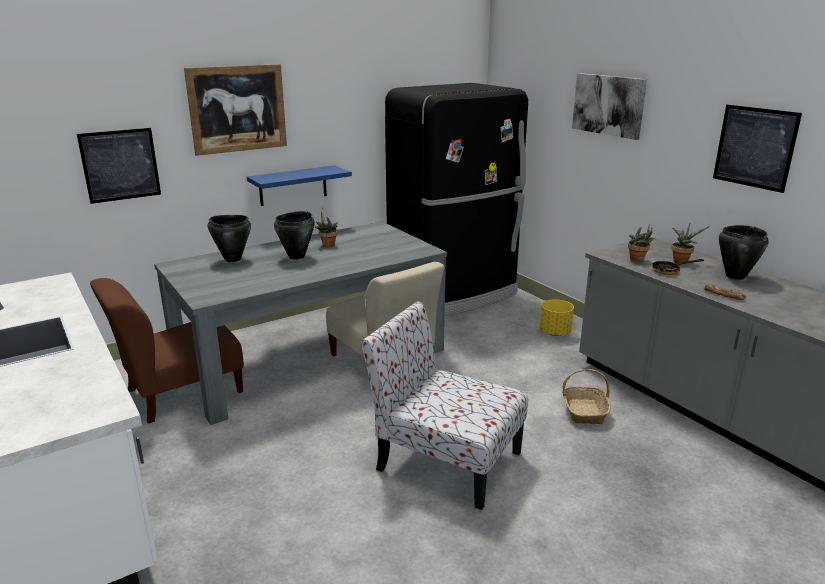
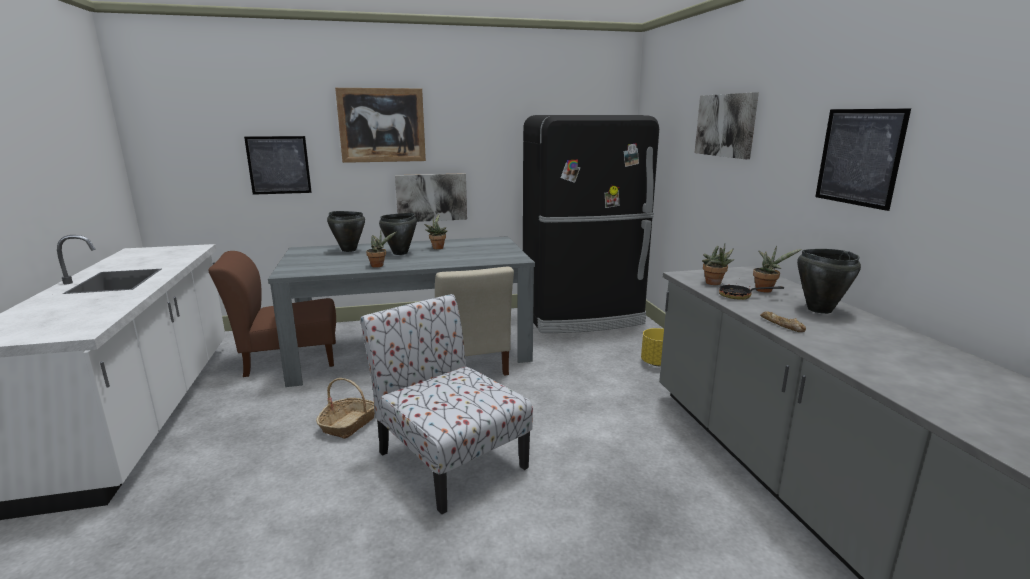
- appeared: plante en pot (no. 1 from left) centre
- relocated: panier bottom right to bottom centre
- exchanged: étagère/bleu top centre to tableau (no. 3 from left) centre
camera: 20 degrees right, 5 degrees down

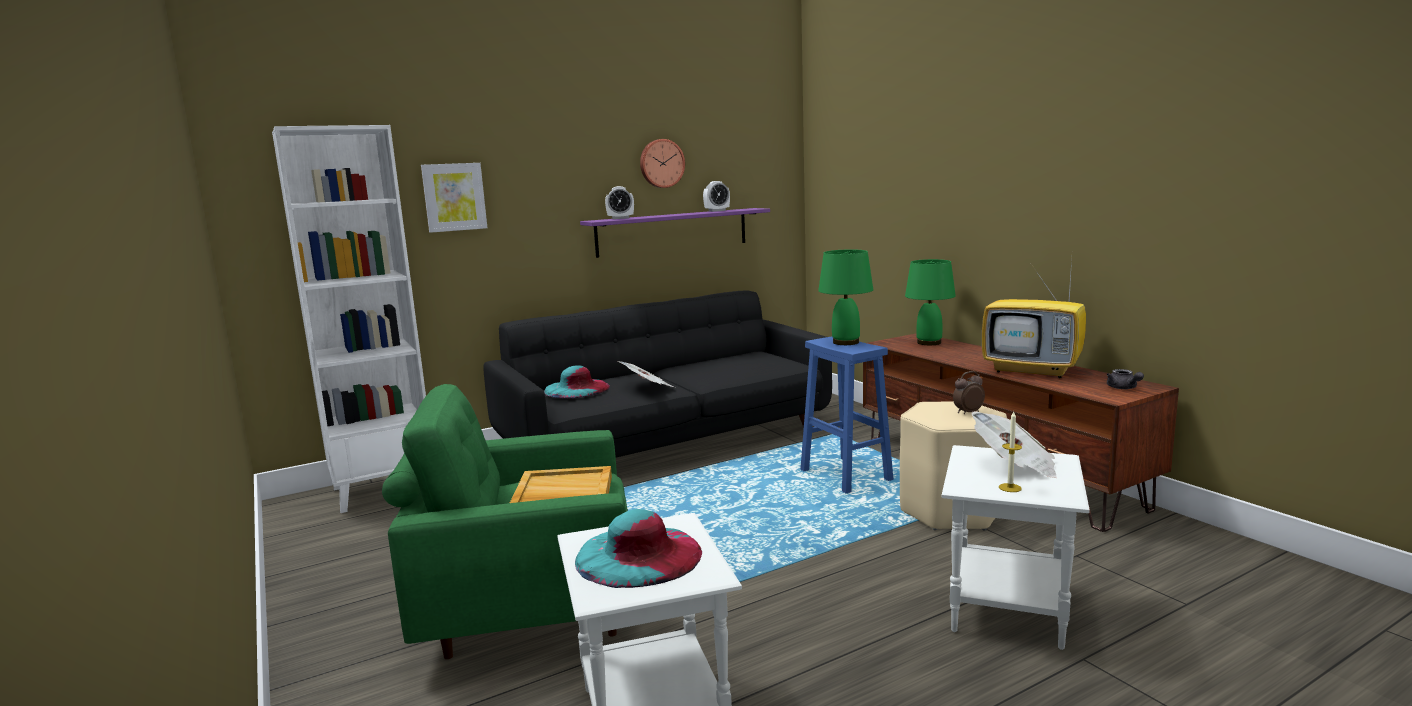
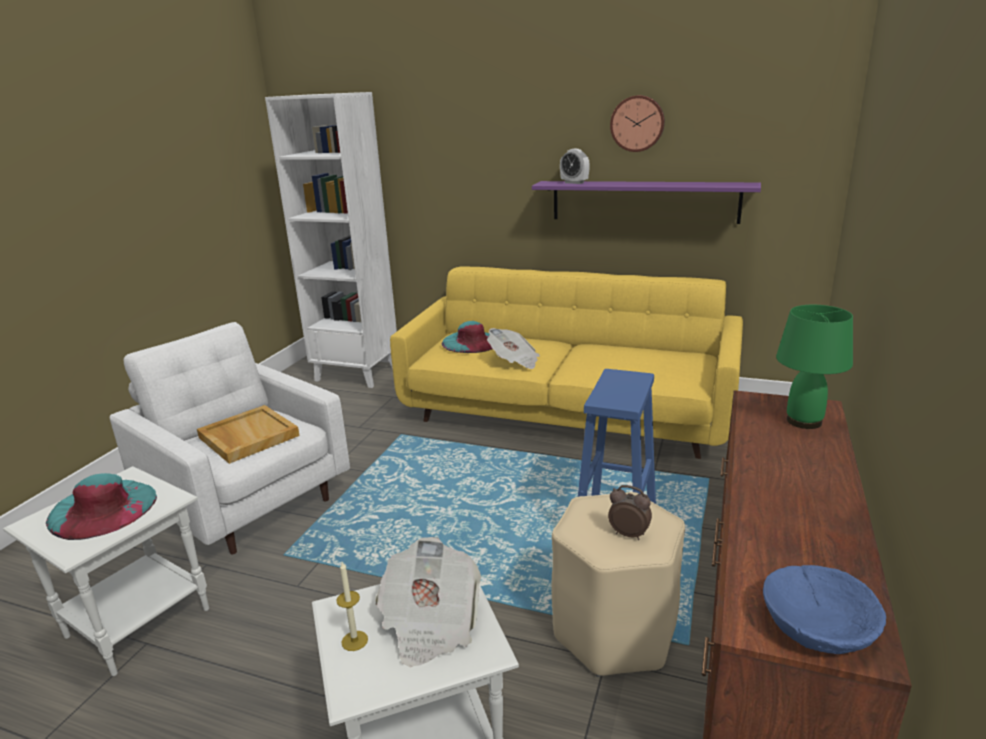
- missing: tableau top left
- missing: réveil (no. 2 from left) top centre
- missing: lampe de table/vert (no. 1 from left) centre
- missing: téléviseur middle right
- exchanged: théière/gris middle right to bol/bleu bottom right
- colour: fauteuil/vert bottom centre to fauteuil/blanc middle left
- colour: canapé/noir centre to canapé/jaune centre
camera: 50 degrees right, 10 degrees up

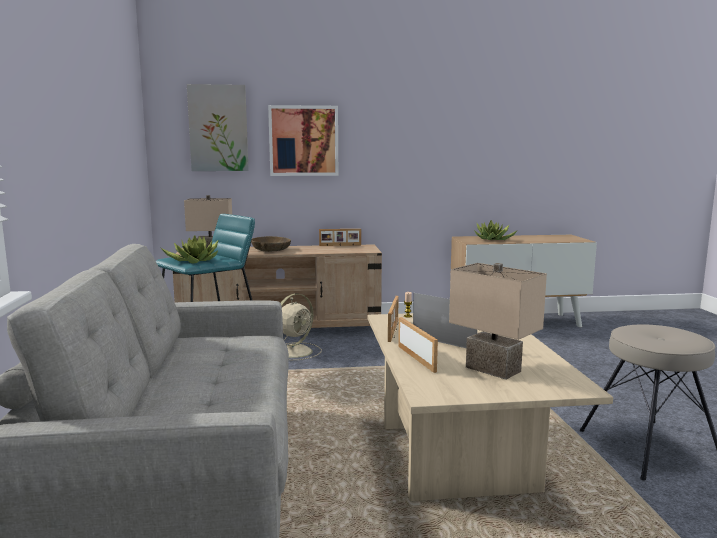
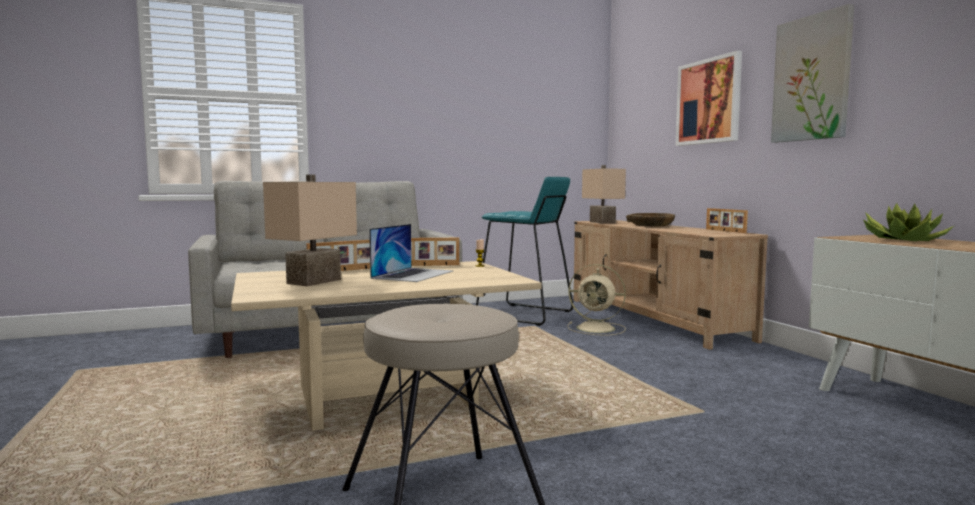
- missing: plante en pot (no. 1 from left) middle left
- relocated: tableau (no. 1 from left in the first image) top left to tableau (no. 2 from left) top right
camera: 75 degrees right, 5 degrees down

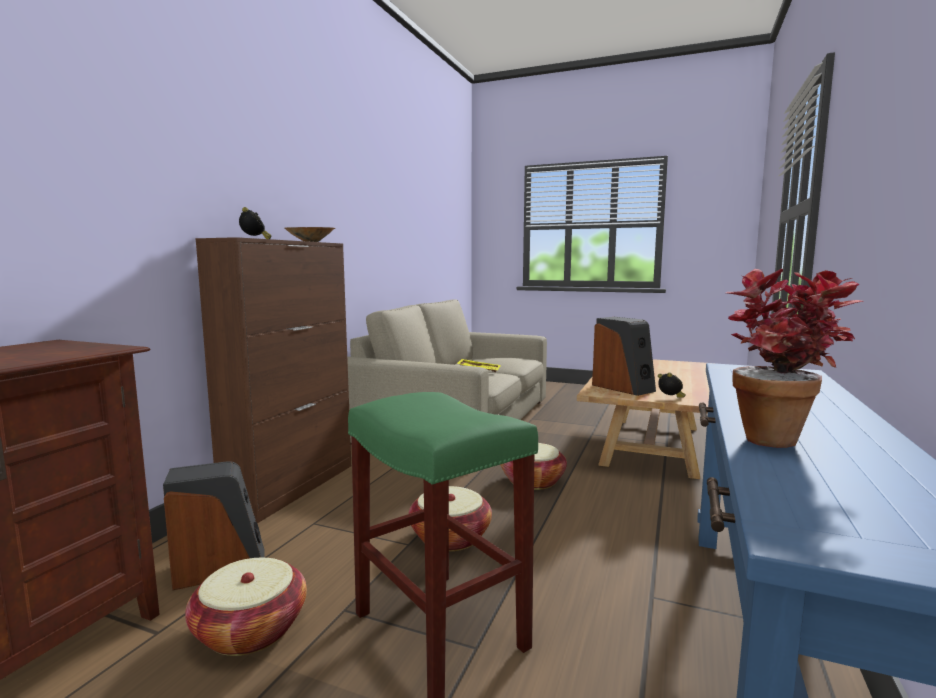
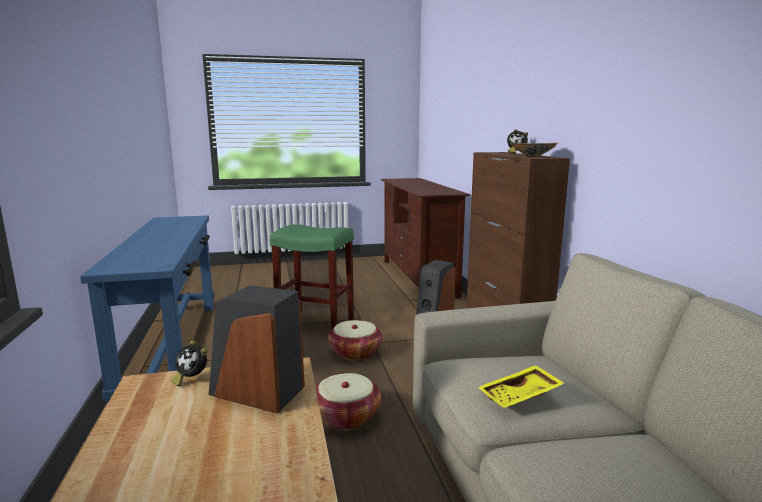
- missing: panier (no. 1 from left) bottom left
- missing: plante en pot middle right
camera: 145 degrees right, 5 degrees up

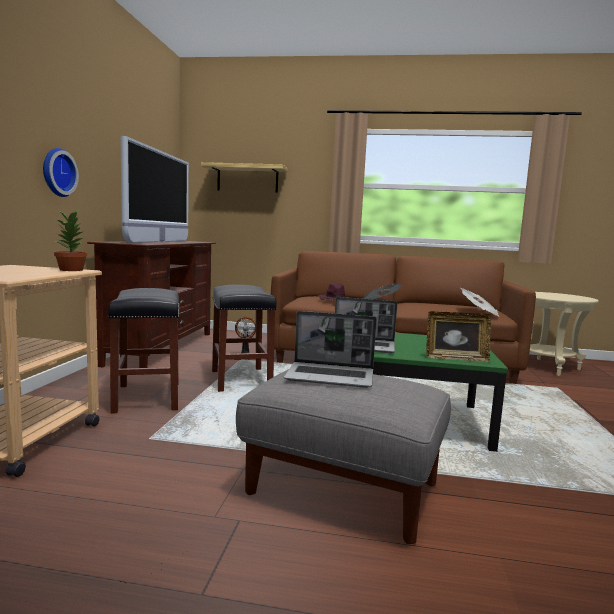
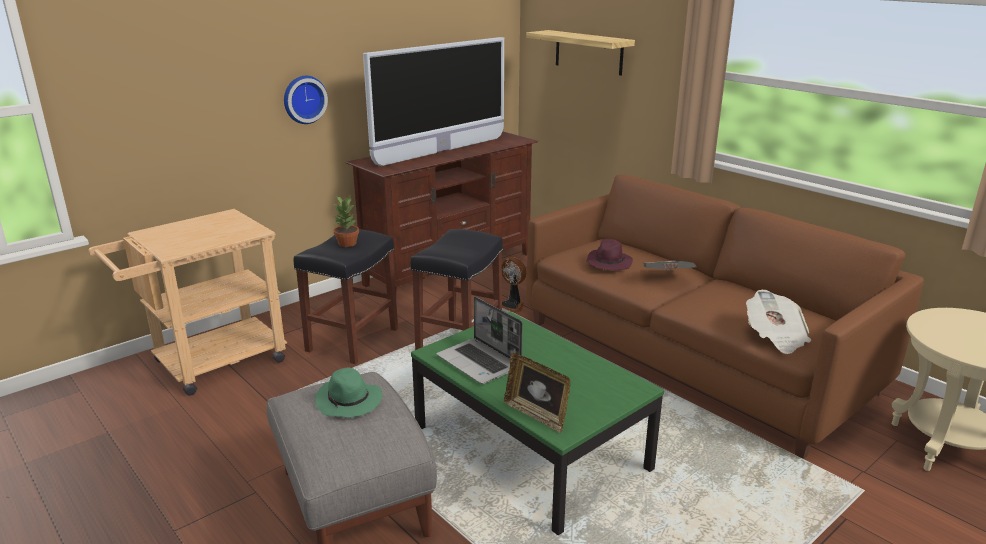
- relocated: plante en pot middle left to centre
- exchanged: ordinateur portable (no. 1 from left) centre to chapeau/vert bottom centre
camera: 40 degrees right, 15 degrees up

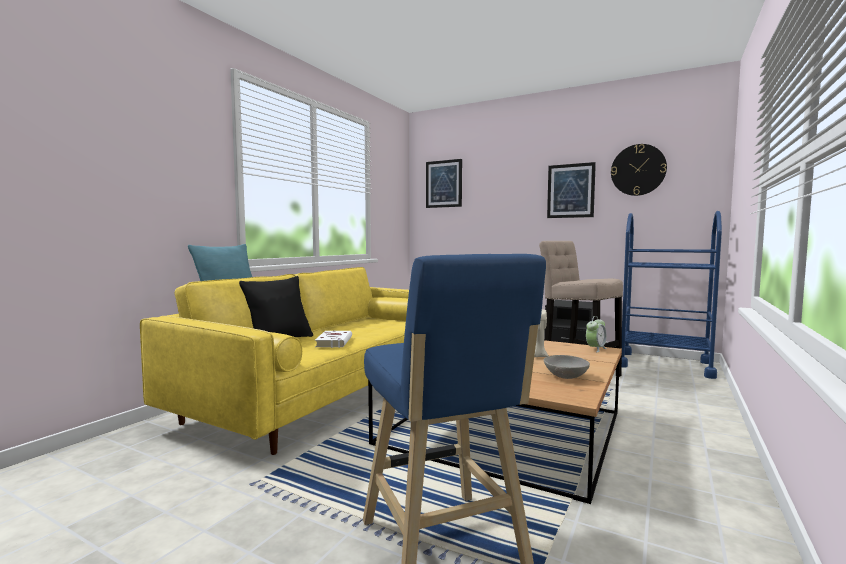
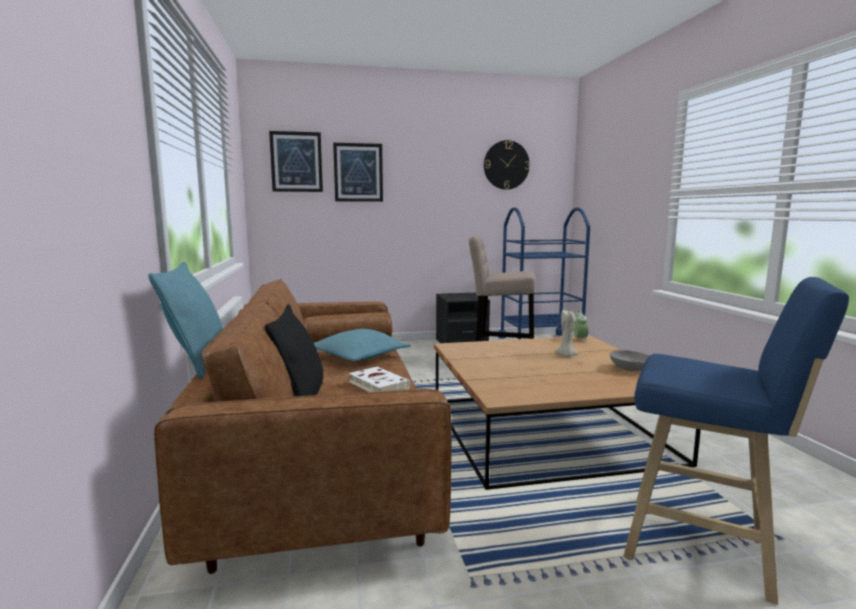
- appeared: coussin/turquoise (no. 2 from left) centre
- relocated: tableau (no. 2 from left) middle right to top centre
- colour: canapé/jaune middle left to canapé/marron bottom centre
camera: 40 degrees left, 5 degrees up

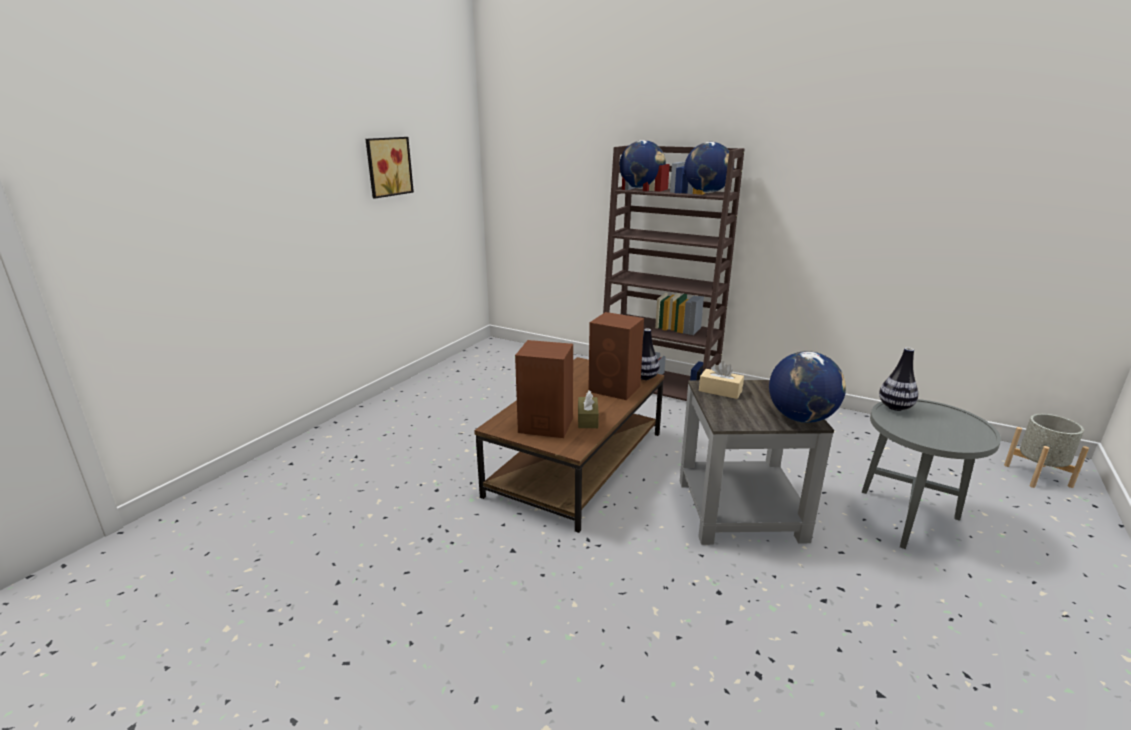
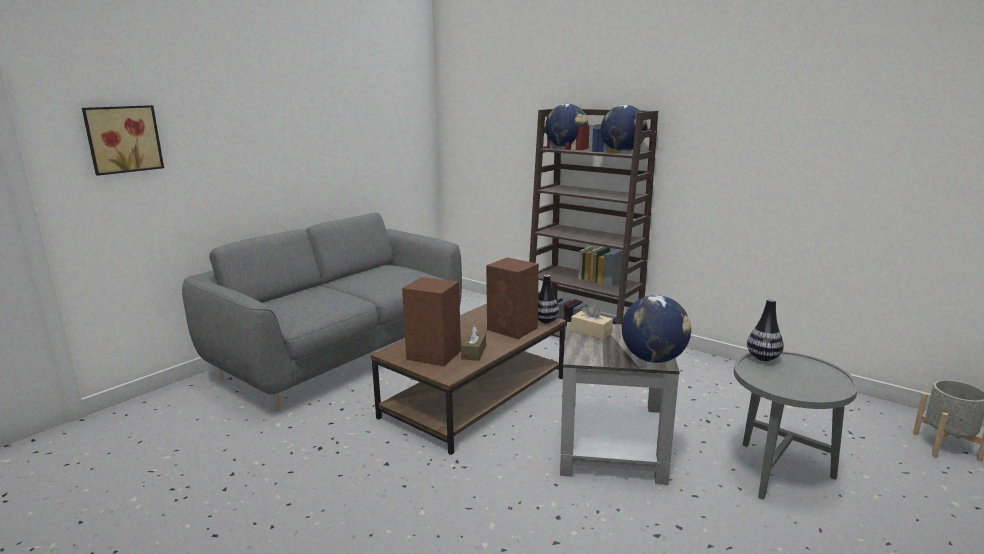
- appeared: canapé/gris middle left
- relocated: tableau top centre to top left
camera: 10 degrees right, 5 degrees down

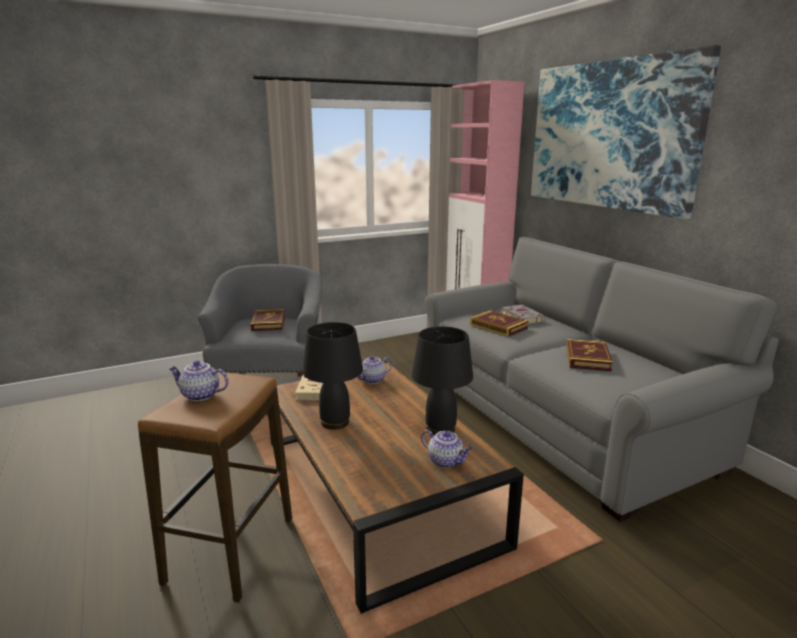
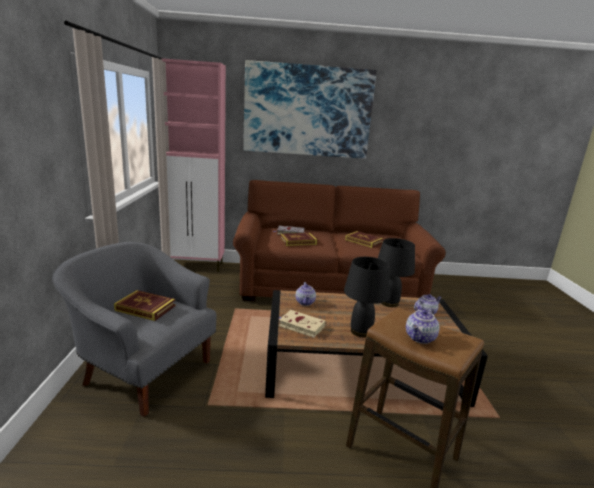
- colour: canapé/gris middle right to canapé/marron centre
camera: 65 degrees left, 0 degrees up

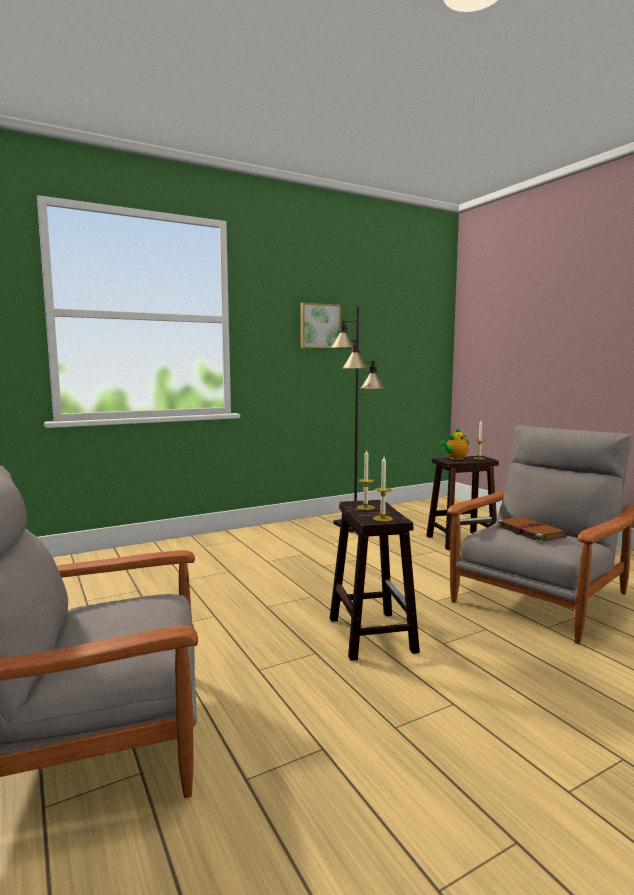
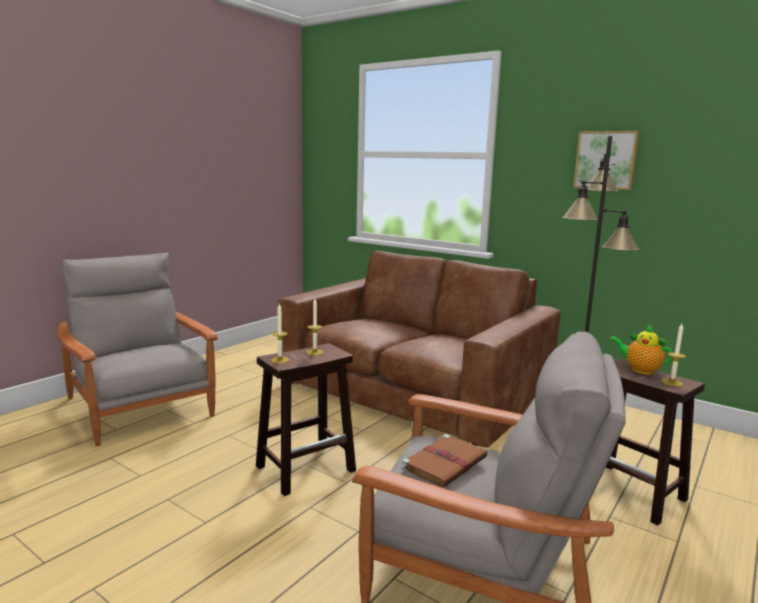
- appeared: canapé/marron centre
camera: 65 degrees right, 5 degrees up

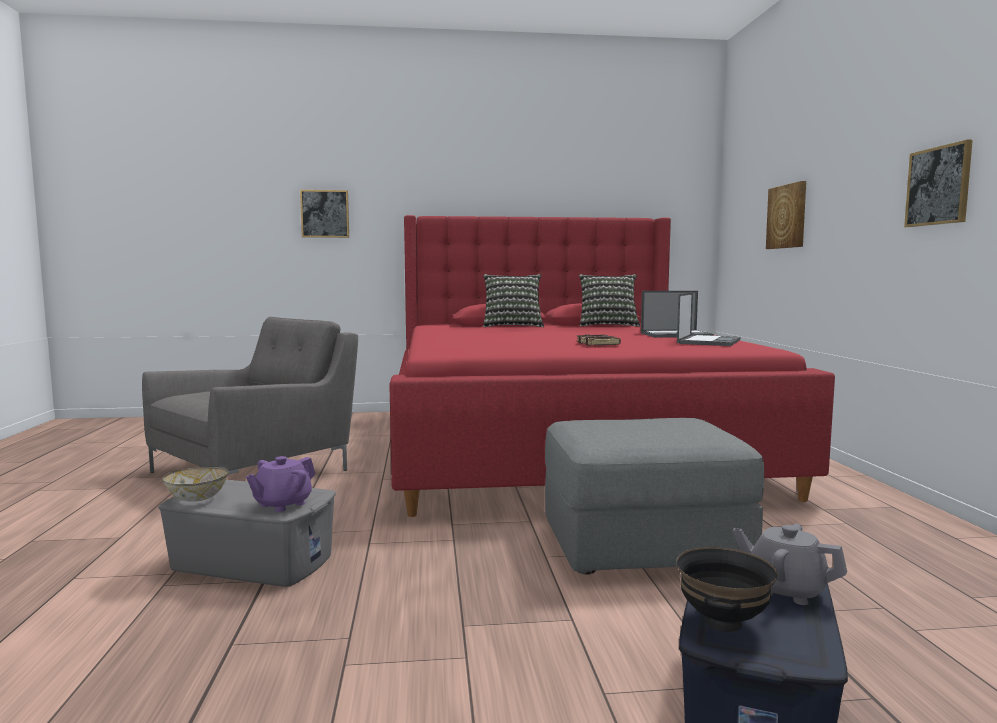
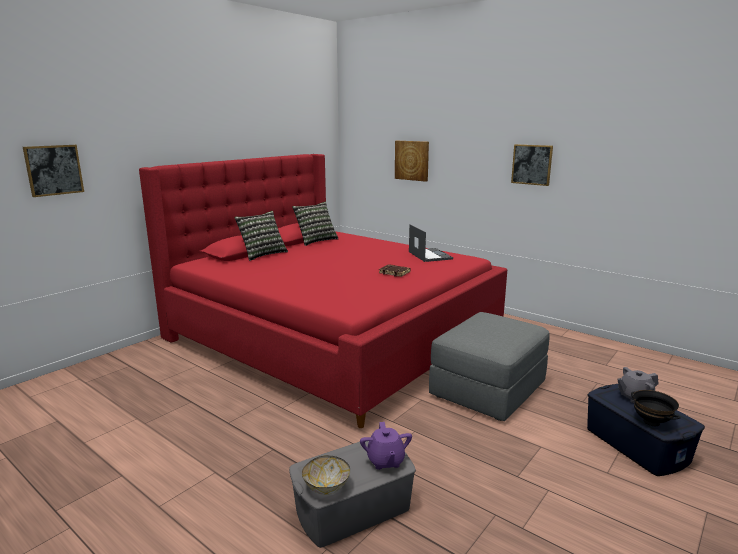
- missing: fauteuil/gris middle left
- missing: ordinateur portable (no. 1 from left) middle right
camera: 45 degrees left, 10 degrees up

